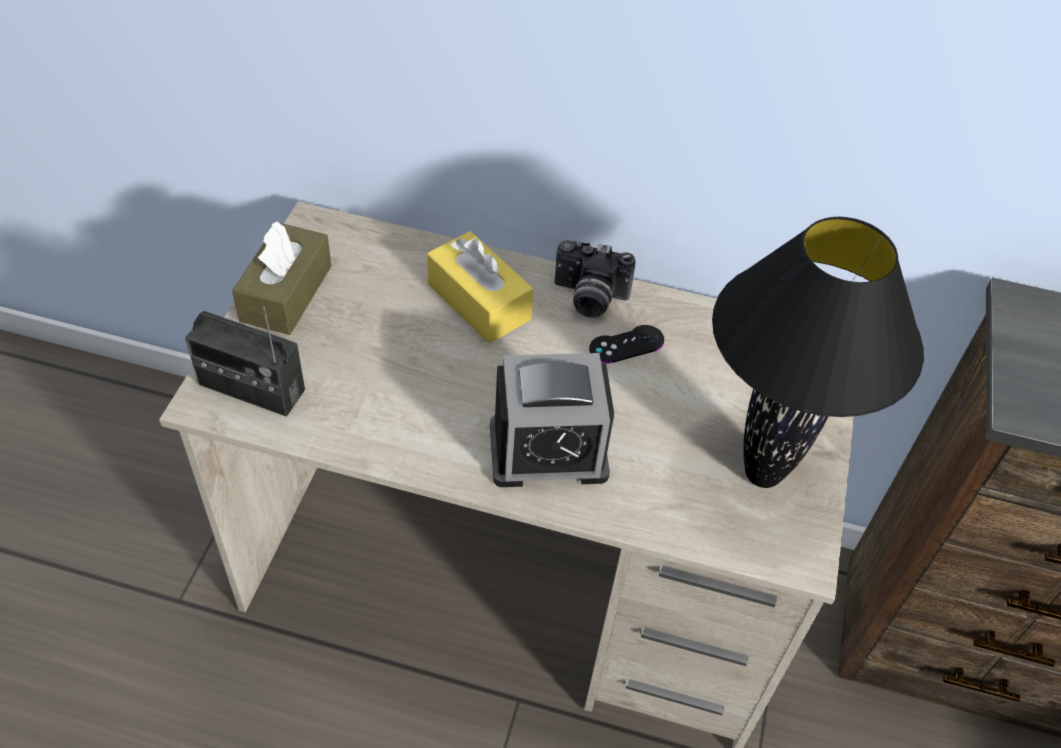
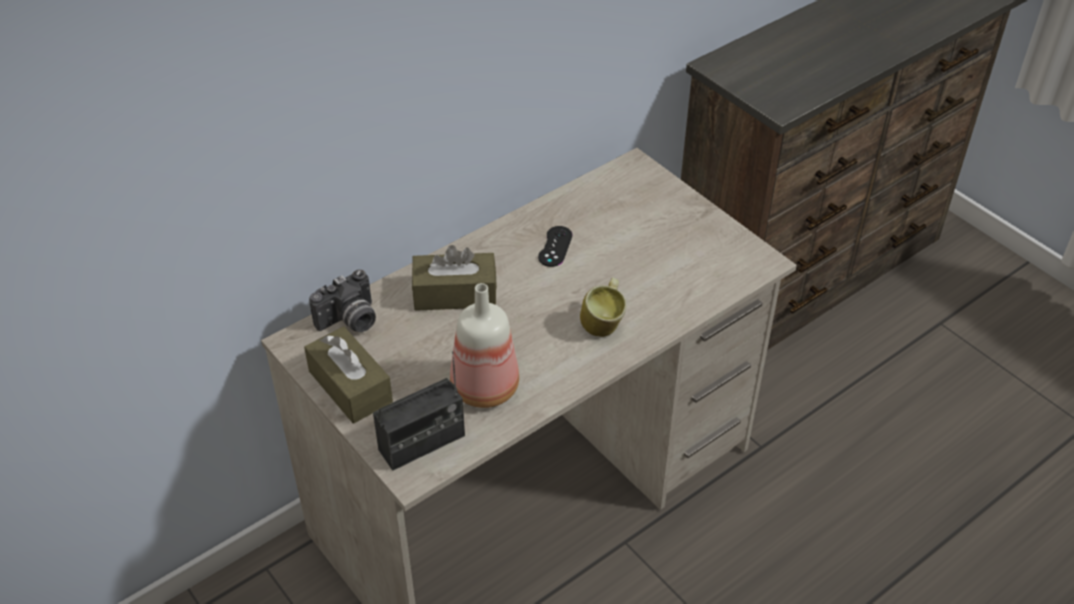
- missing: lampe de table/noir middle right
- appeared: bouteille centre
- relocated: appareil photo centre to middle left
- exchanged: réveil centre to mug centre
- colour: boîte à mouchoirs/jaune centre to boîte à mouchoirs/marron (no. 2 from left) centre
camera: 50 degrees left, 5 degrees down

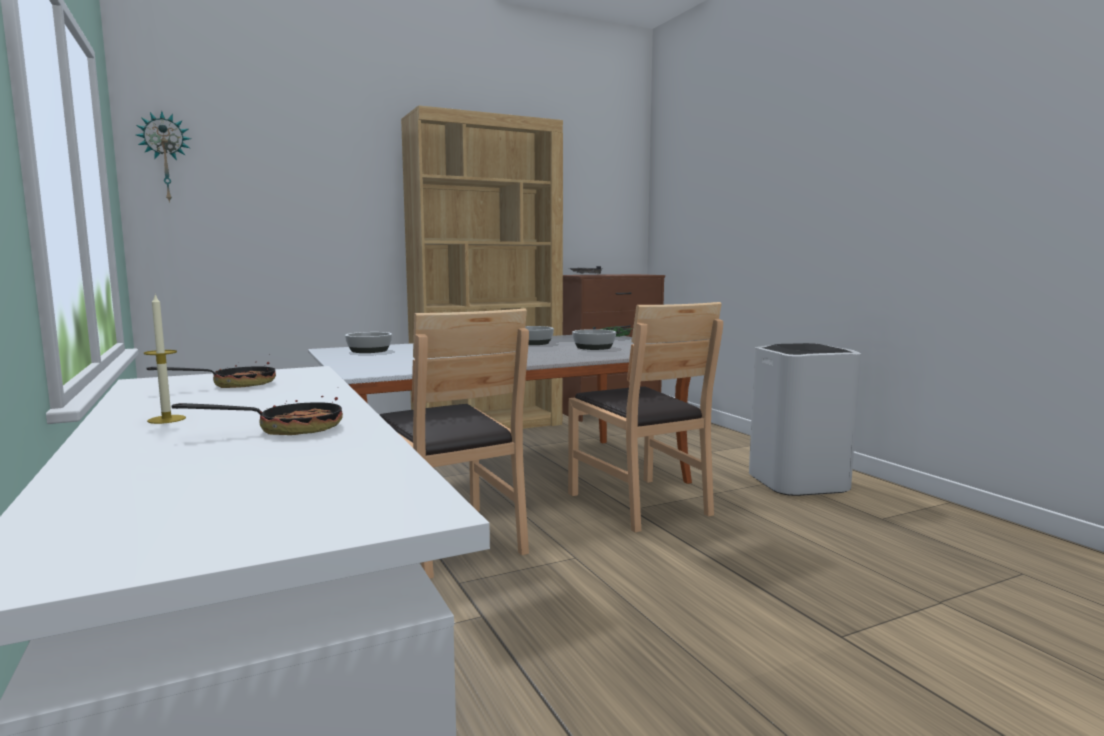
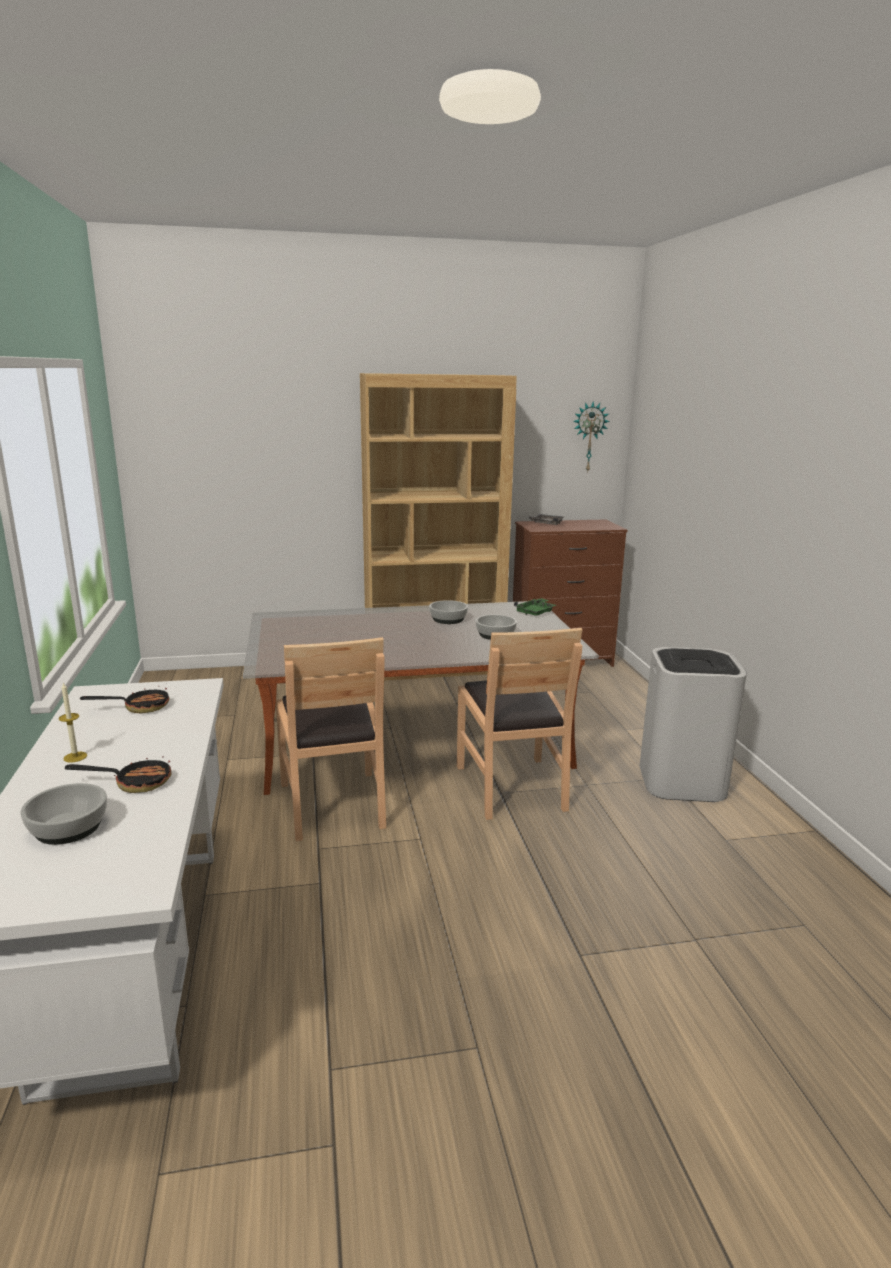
- relocated: horloge murale top left to centre
- relocated: bol (no. 1 from left) centre to middle left
camera: 15 degrees right, 10 degrees up

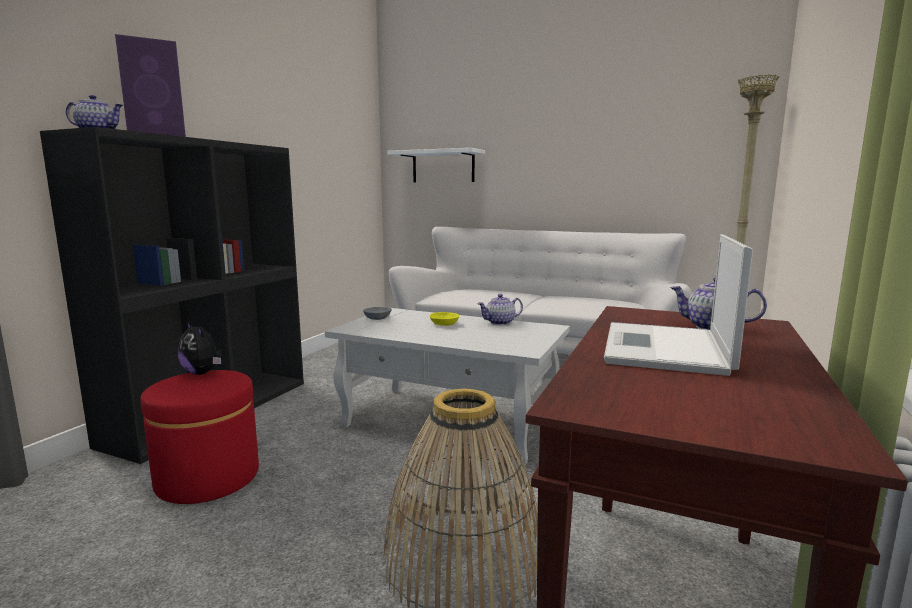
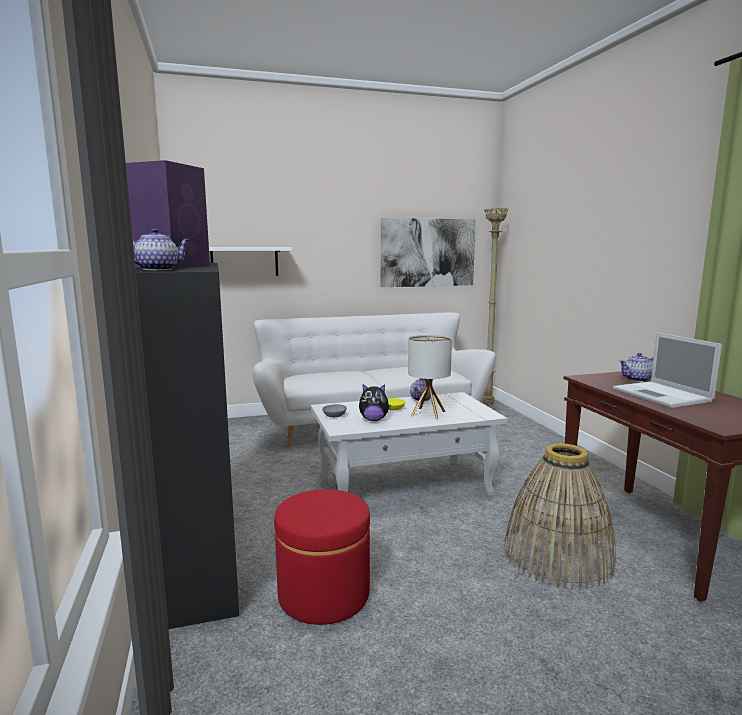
- appeared: tableau centre
- appeared: lampe de table centre
- relocated: peluche middle left to centre
camera: 40 degrees left, 0 degrees up

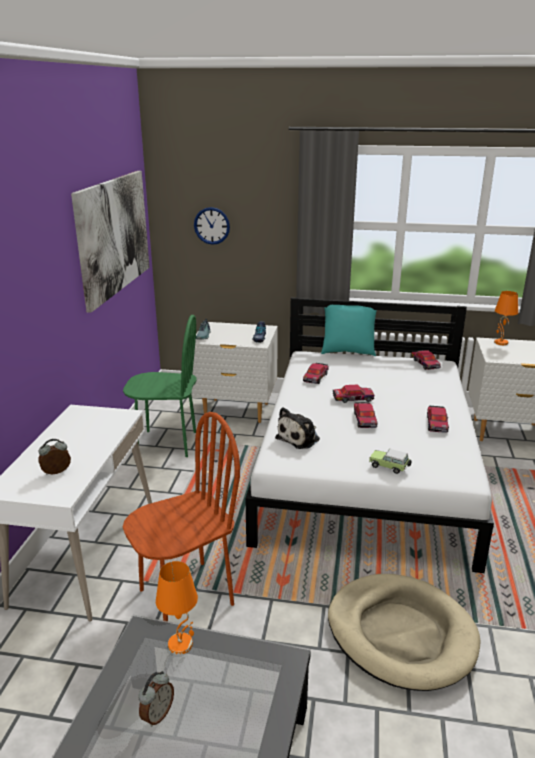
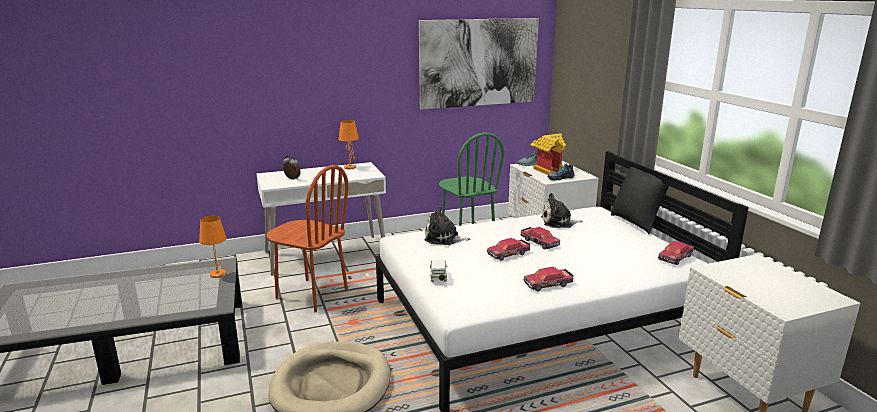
- missing: réveil (no. 2 from left) bottom left
- missing: horloge murale top centre
- appeared: maison miniature centre
- relocated: lampe de table/orange (no. 2 from left) middle right to centre
- exchanged: petite voiture (no. 1 from left) centre to peluche (no. 2 from left) centre
- colour: coussin/turquoise centre to coussin/noir middle right
camera: 60 degrees right, 5 degrees down

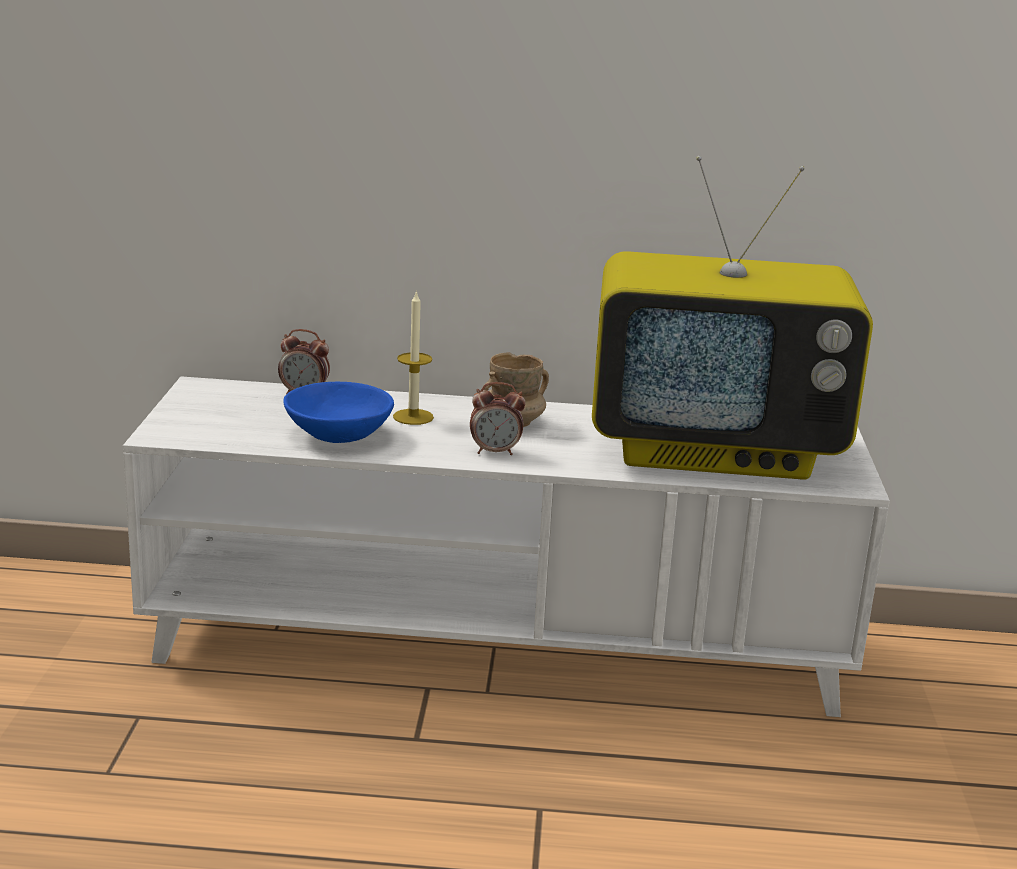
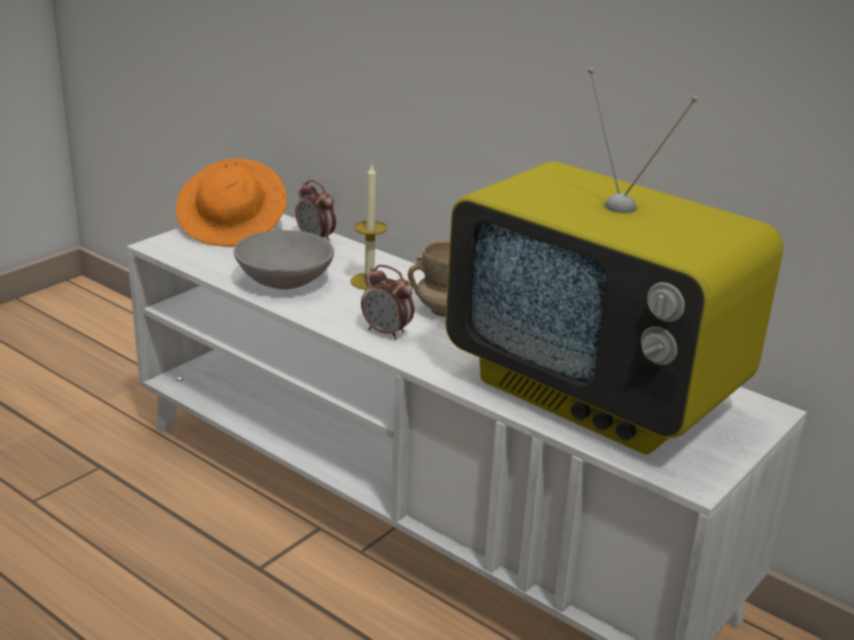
- appeared: chapeau/orange top left
- colour: bol/bleu middle left to bol/gris middle left
camera: 35 degrees right, 5 degrees up

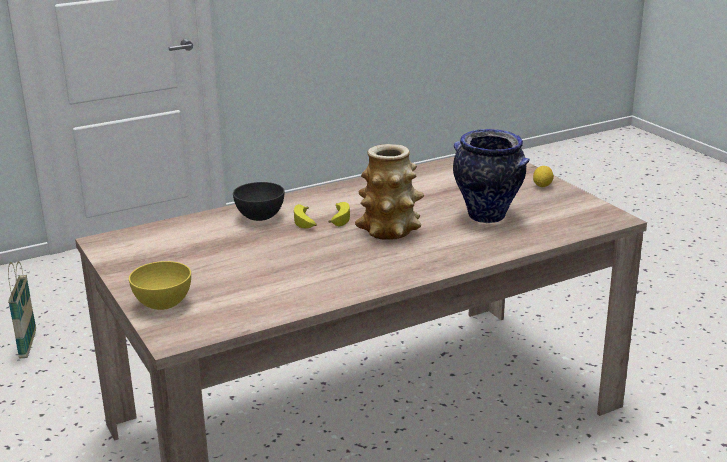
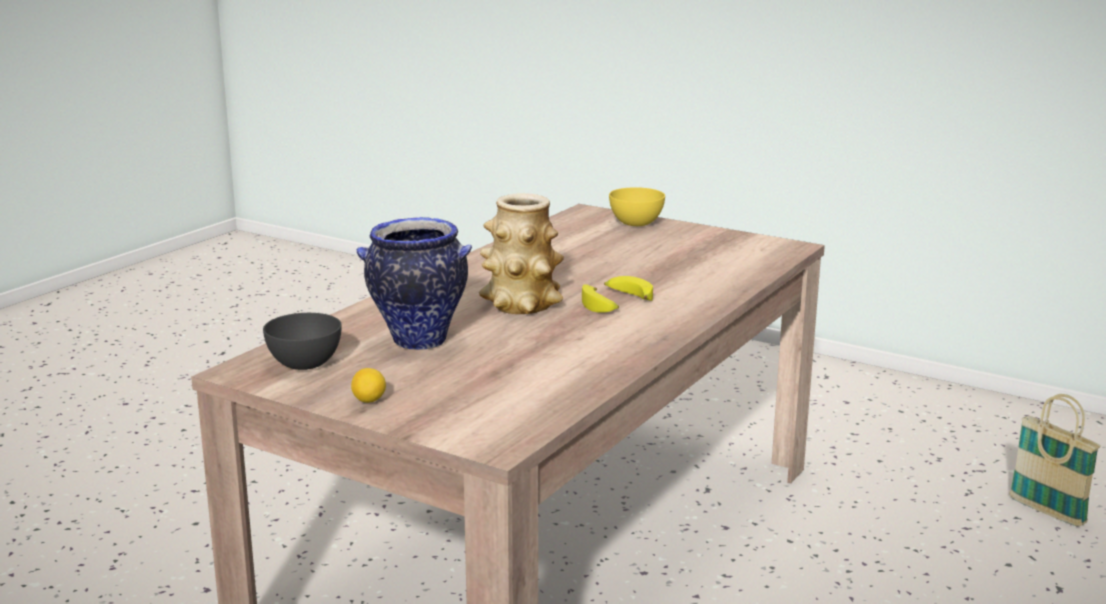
- relocated: bol/gris centre to middle left
camera: 150 degrees right, 5 degrees down

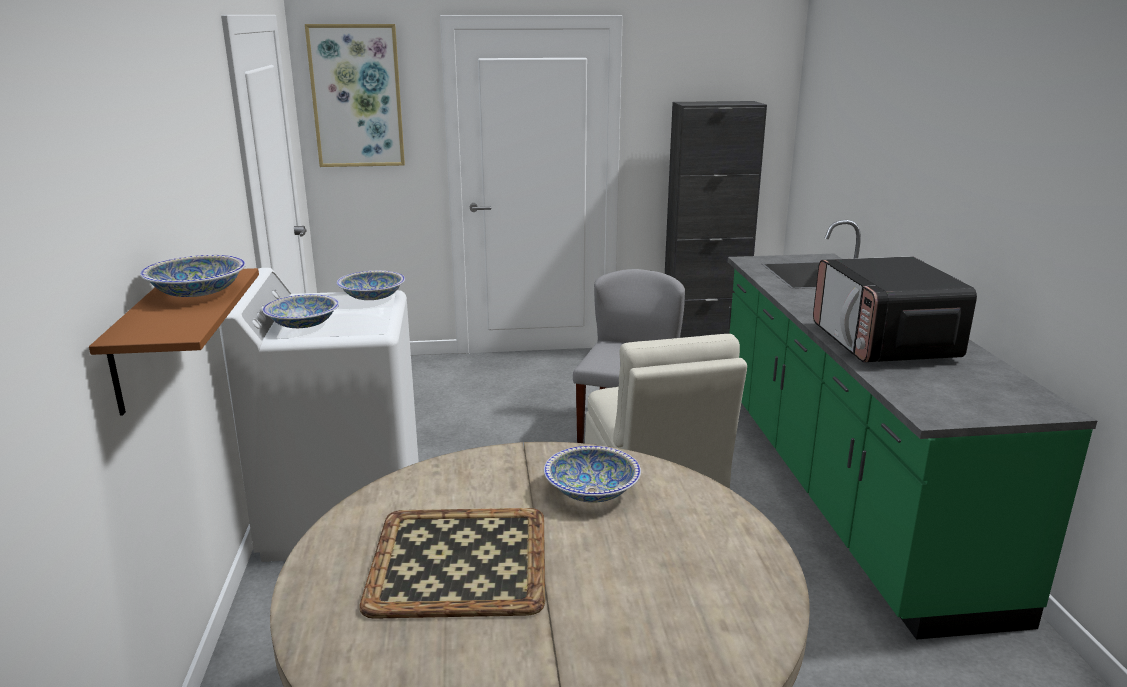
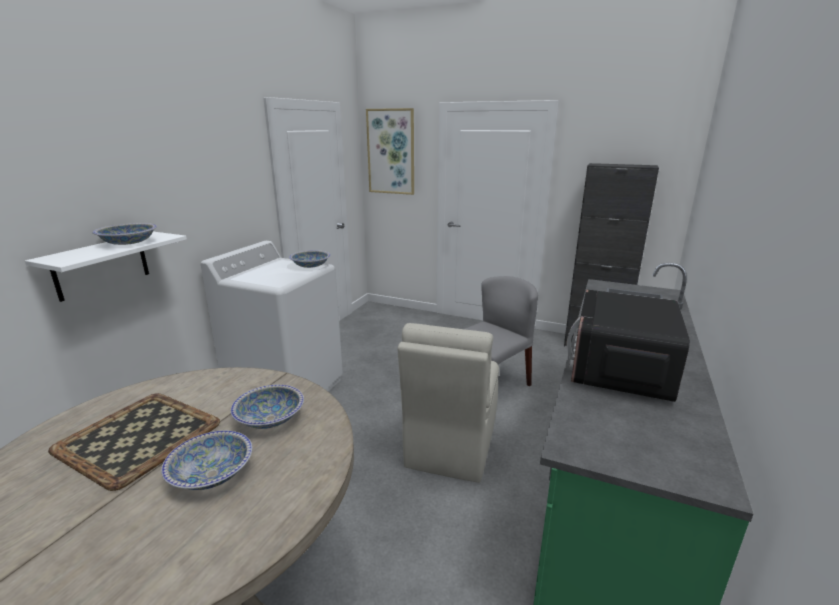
- relocated: bol (no. 2 from left) middle left to bottom left
- colour: étagère/marron middle left to étagère/blanc middle left
camera: 30 degrees right, 0 degrees up

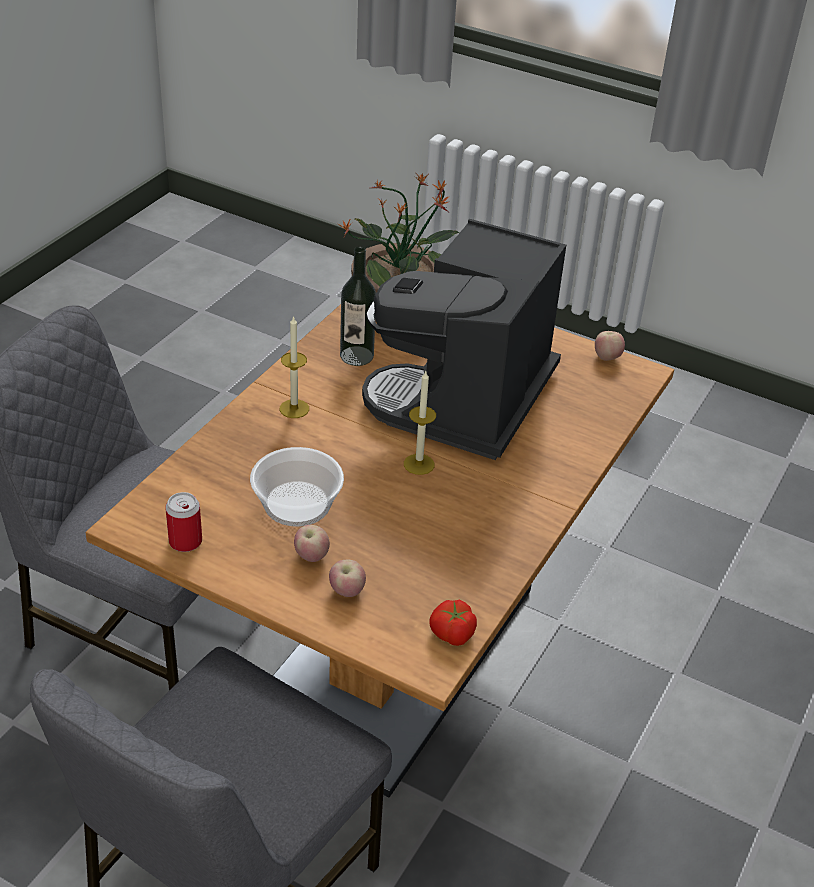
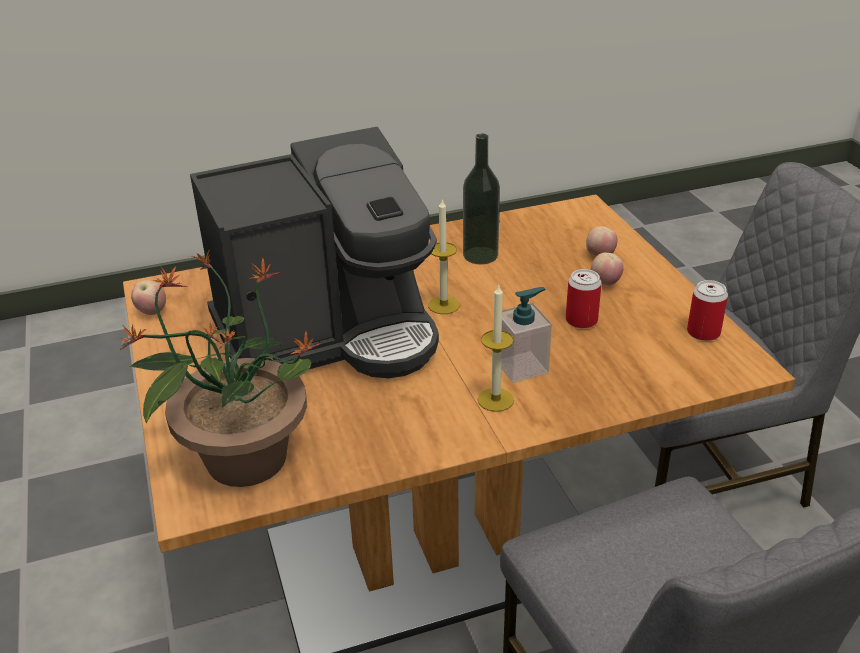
- missing: tomate bottom centre
- appeared: distributeur de savon centre
- relocated: bouteille centre to top centre
- exchanged: bol centre to boîte métallique (no. 1 from left) middle right
camera: 135 degrees left, 5 degrees down

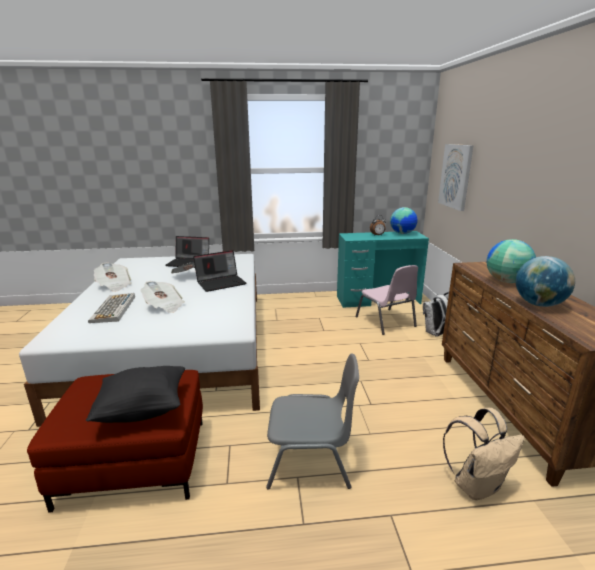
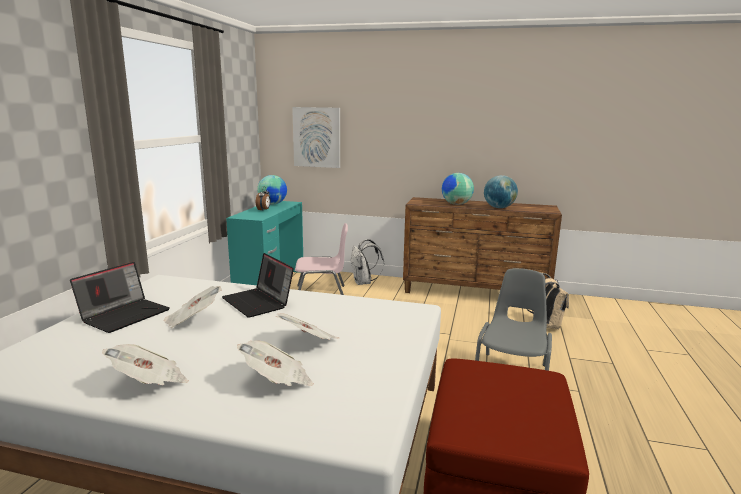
- missing: coussin/noir bottom left
- exchanged: clavier middle left to journal (no. 3 from left) bottom centre
- spun: ordinateur portable (no. 2 from left) centre = centre 150 degrees clockwise
camera: 70 degrees left, 5 degrees down

